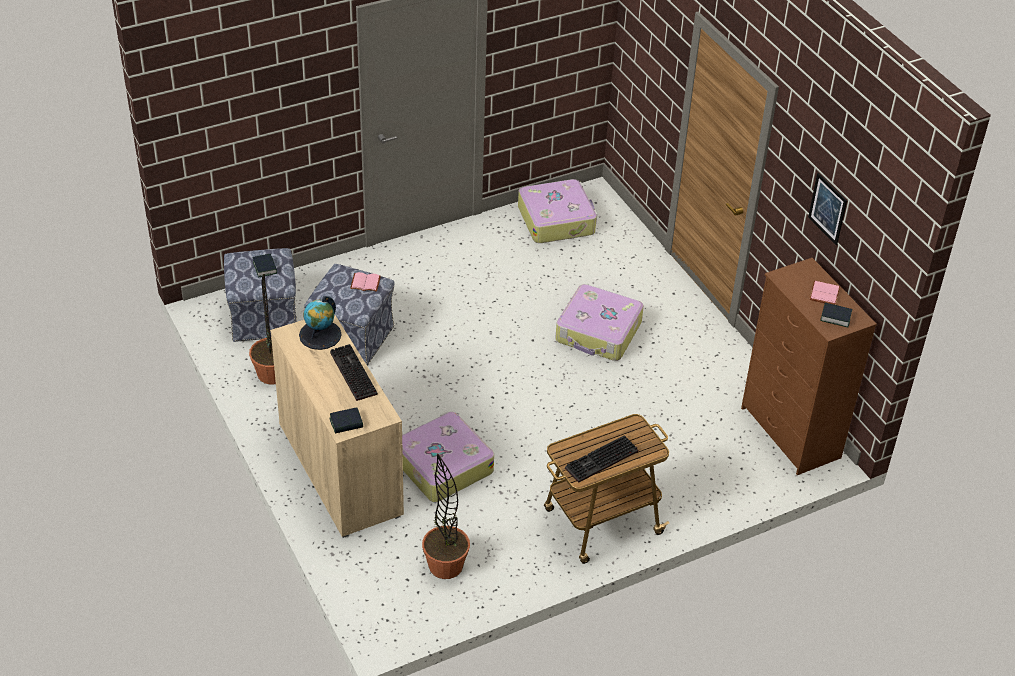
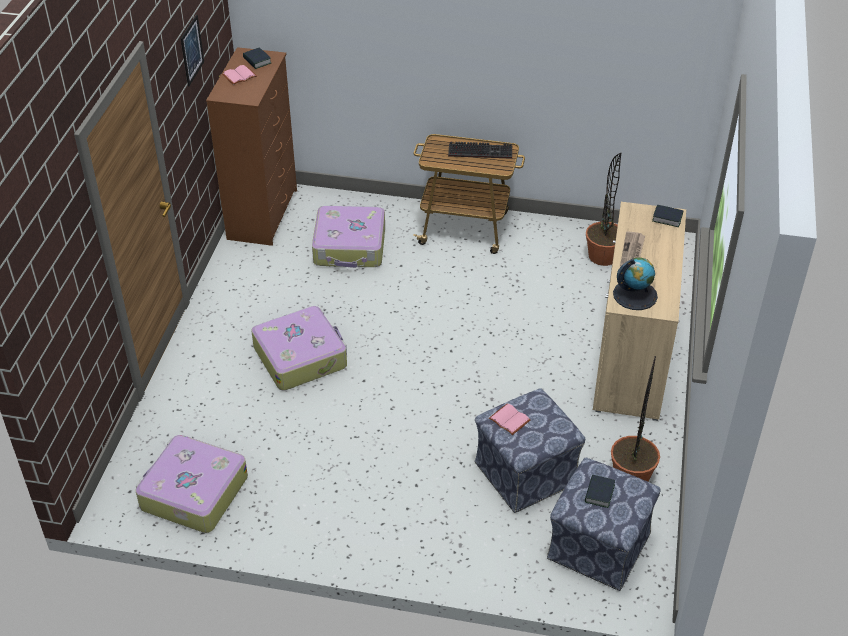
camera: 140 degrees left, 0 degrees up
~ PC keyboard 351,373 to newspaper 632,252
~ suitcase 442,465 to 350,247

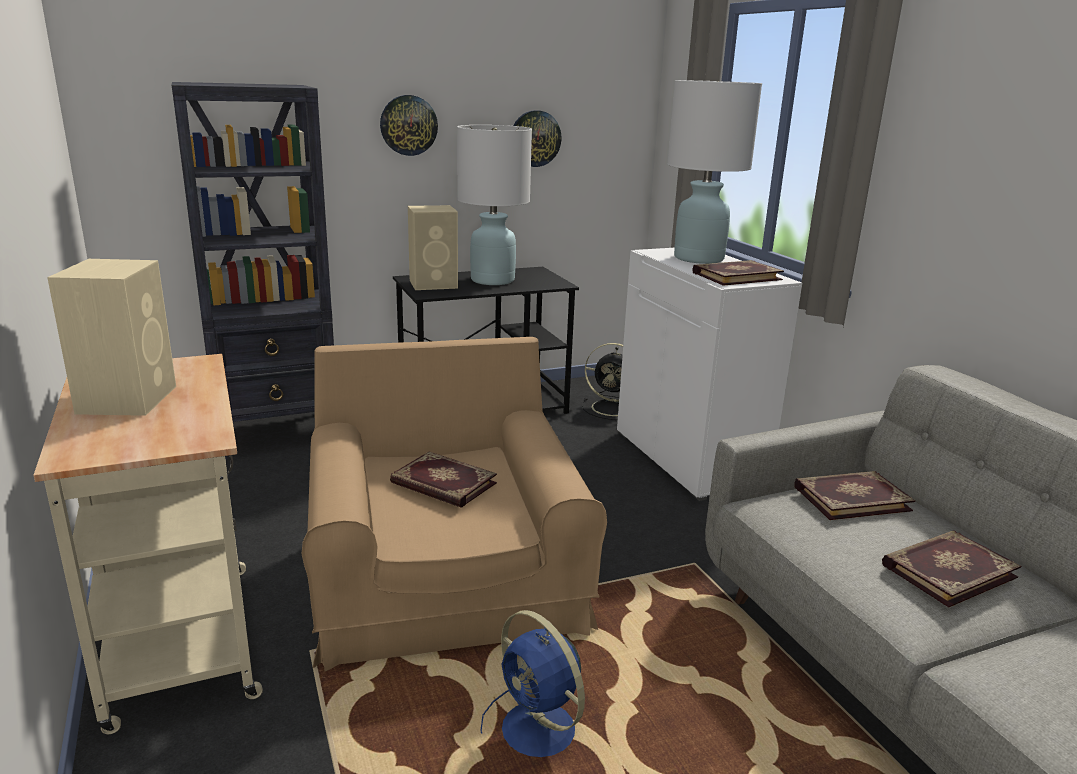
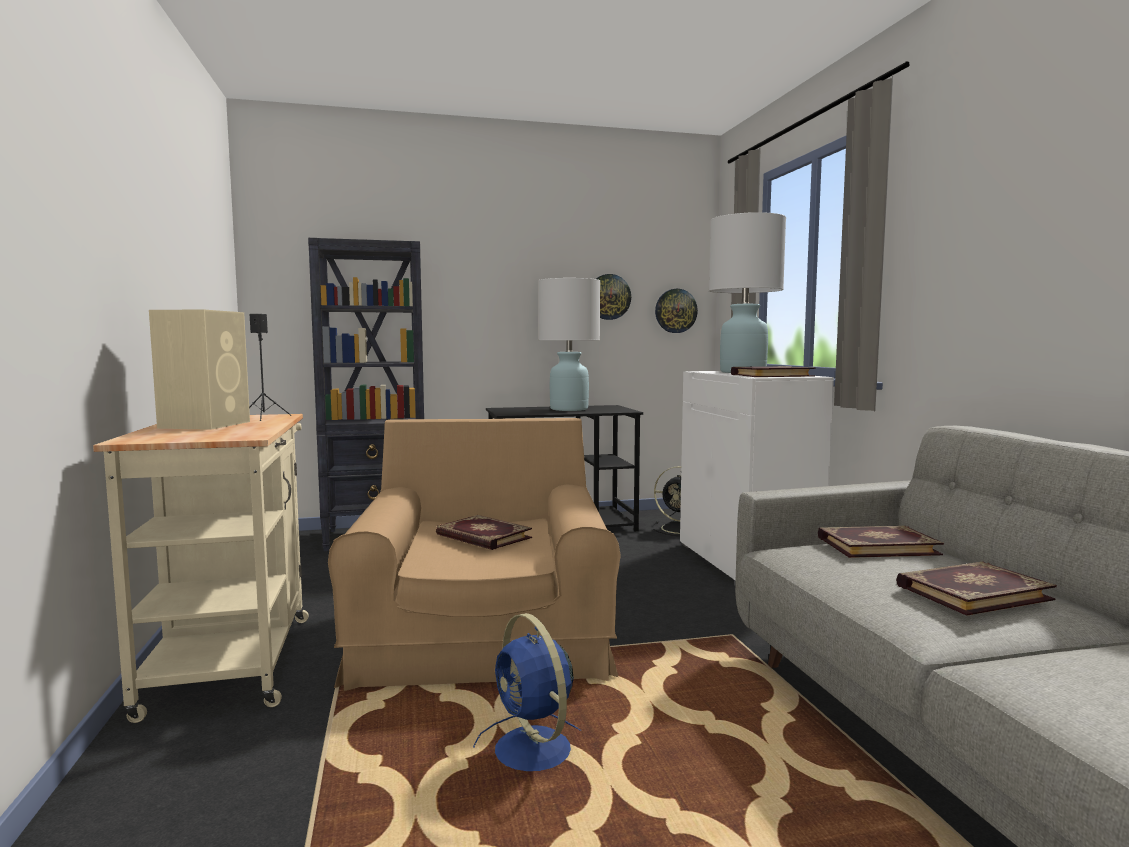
camera: 10 degrees right, 15 degrees down
~ hanging clock 408,125 to 675,311
- beige-coloured speaker 434,284
+ blackish speaker 264,417

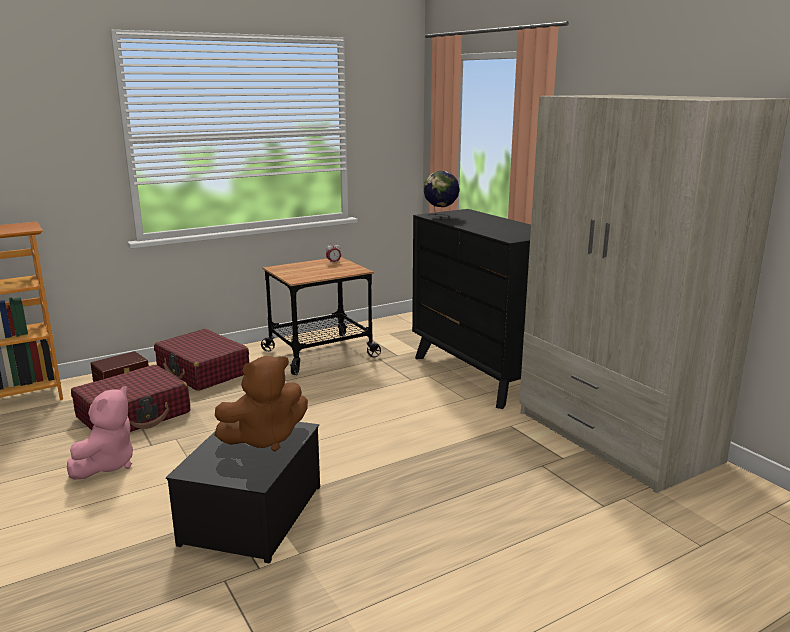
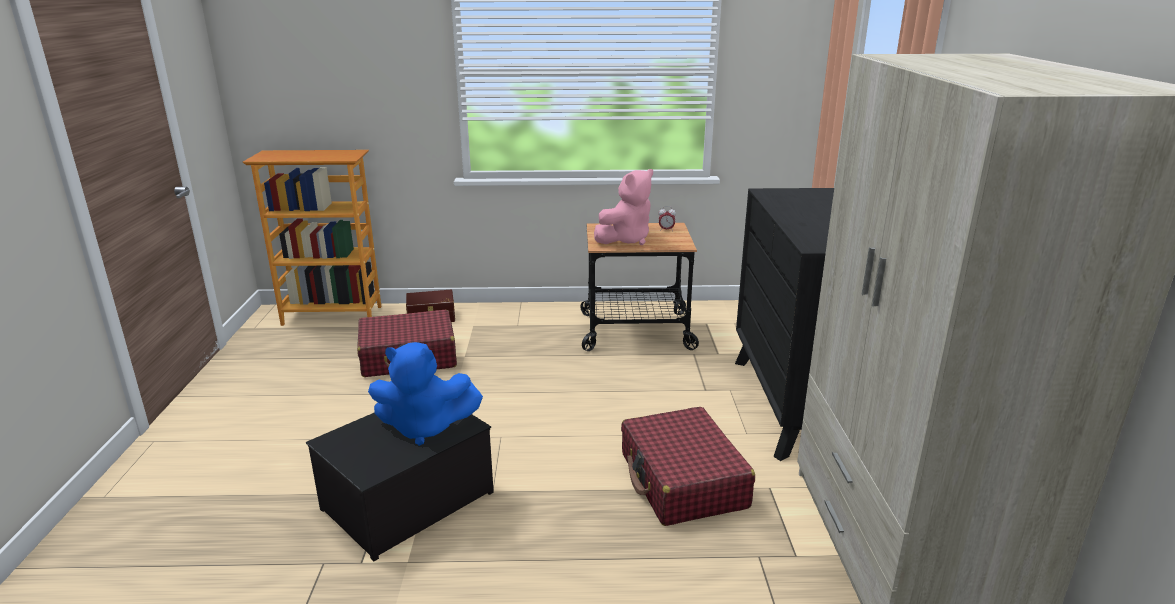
camera: 30 degrees right, 5 degrees up
- globe 440,216
~ reddish suitcase 203,371 to 682,481
~ brown-coloured soft toy 265,439 to blue-coloured soft toy 425,427
~ pink-coloured soft toy 107,465 to 626,240

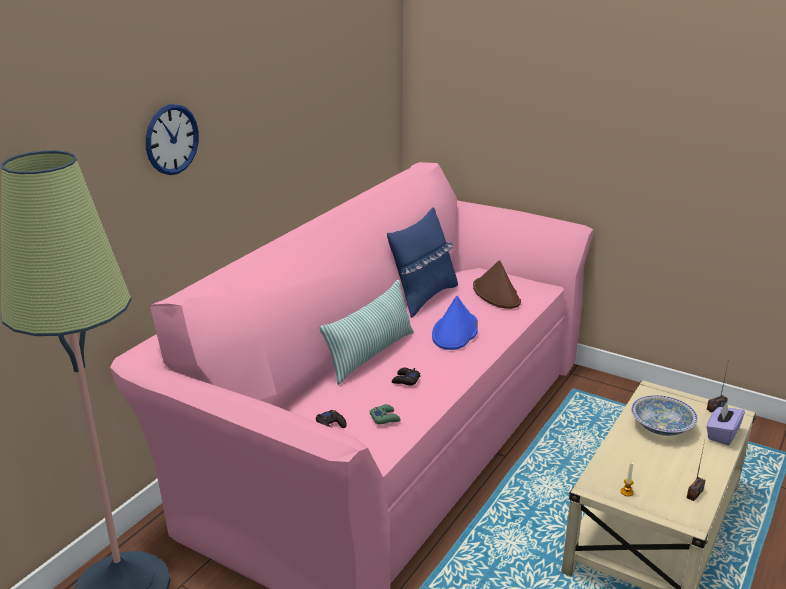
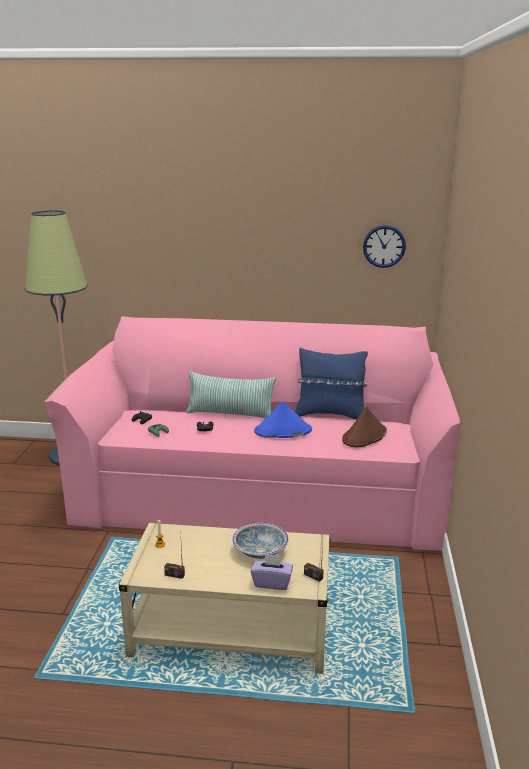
camera: 65 degrees right, 5 degrees down
~ hanging clock 172,139 to 384,246

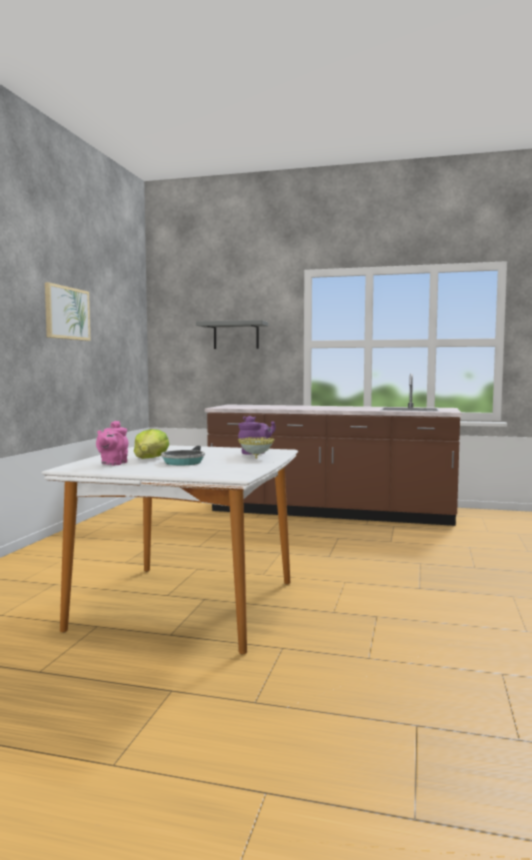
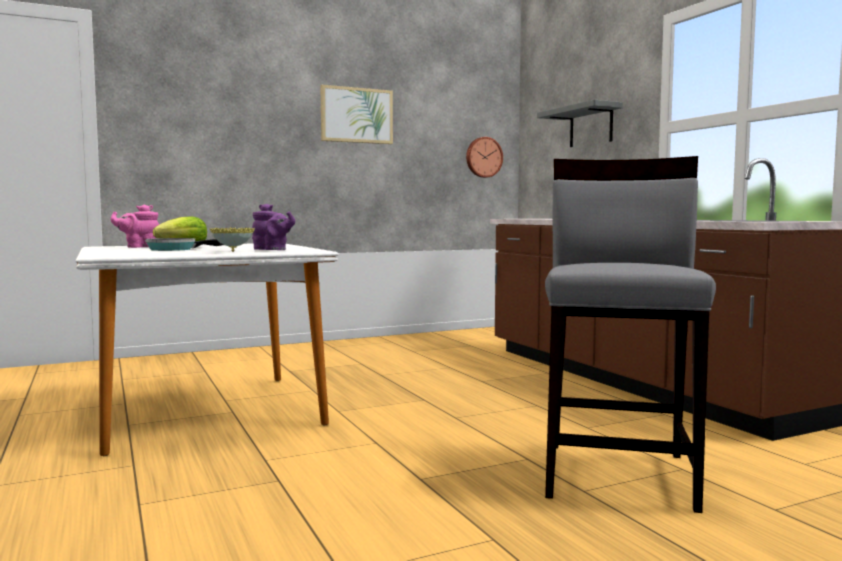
camera: 50 degrees right, 0 degrees up
+ hanging clock 483,157
+ gray stool seat 619,474

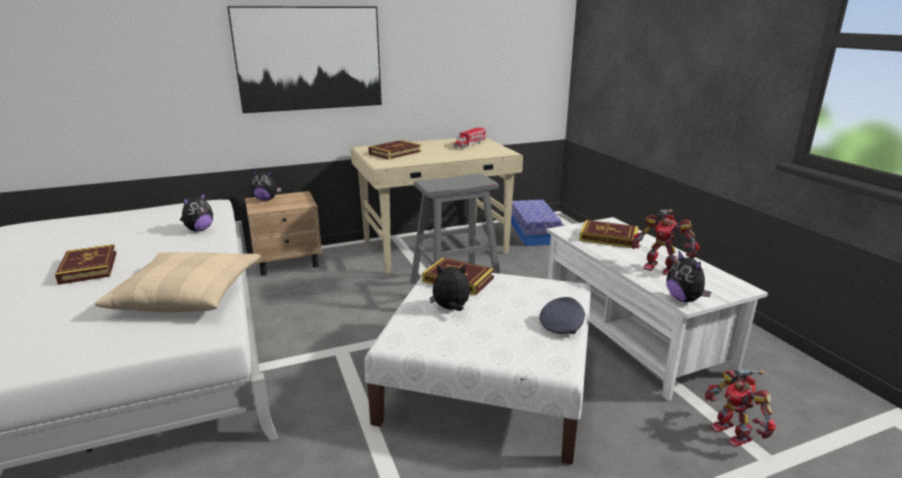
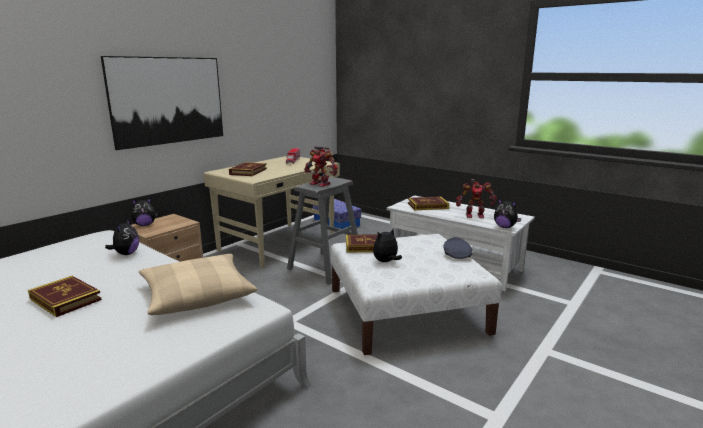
camera: 30 degrees left, 5 degrees down
~ robot figure 732,432 to 321,183

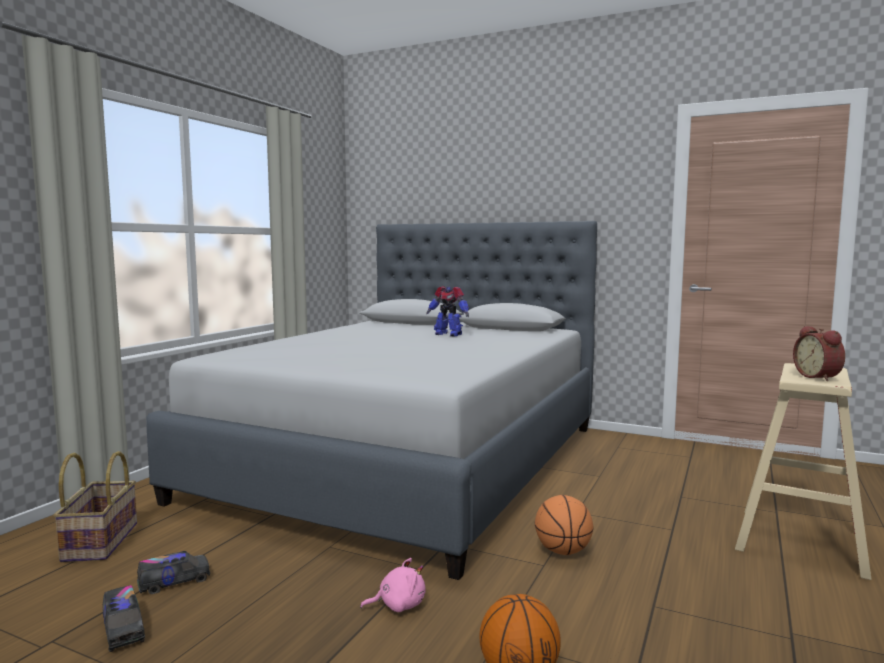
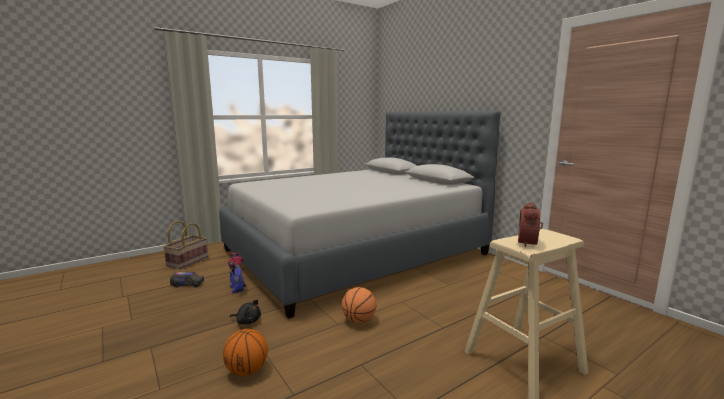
camera: 30 degrees right, 5 degrees up
~ robot figure 448,334 to 237,288
~ pink-coloured soft toy 398,605 to blackish soft toy 247,321
- model truck 123,630

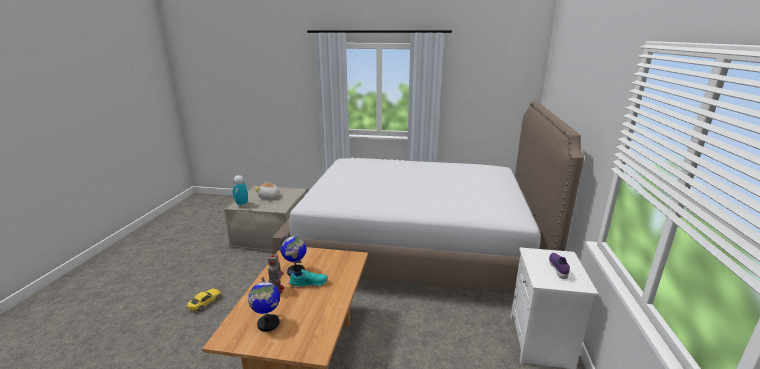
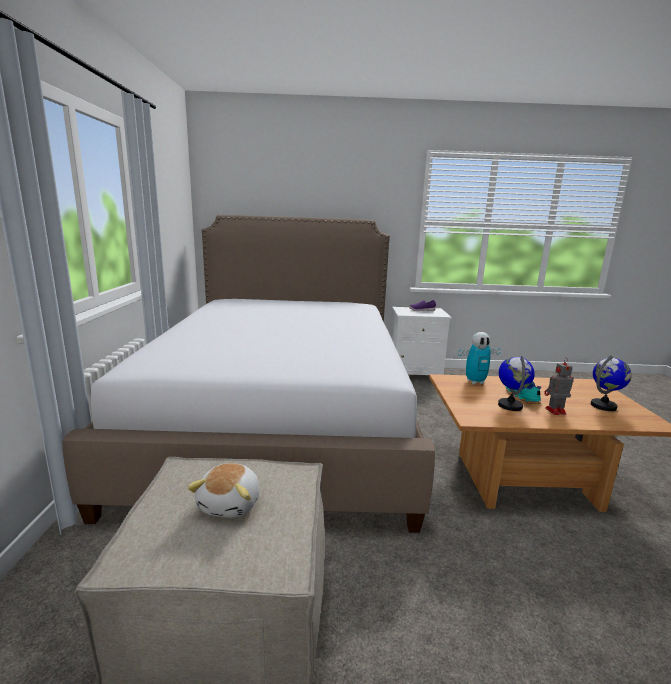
camera: 100 degrees left, 5 degrees down
~ robot figure 242,204 to 475,382
- yellow-coloured toy car 205,302

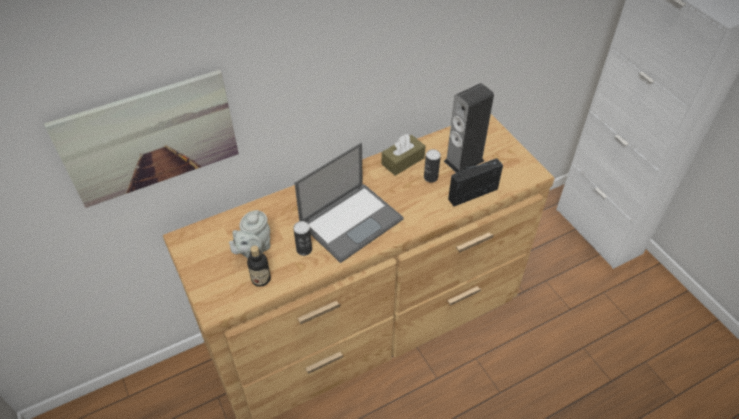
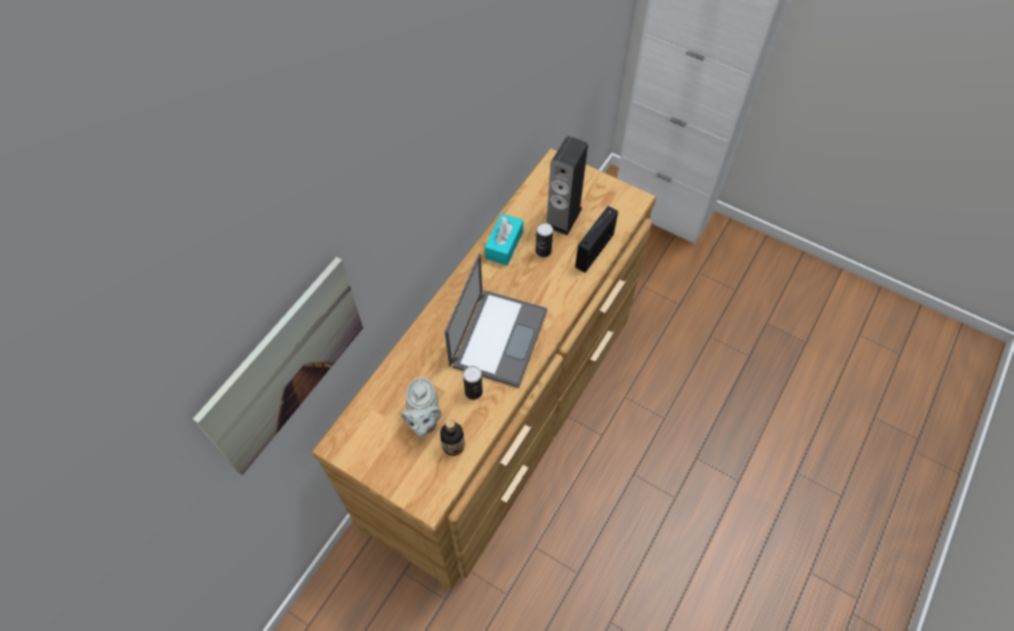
camera: 30 degrees left, 10 degrees up
~ brown-coloured tissue box 403,161 to turquoise tissue box 504,245

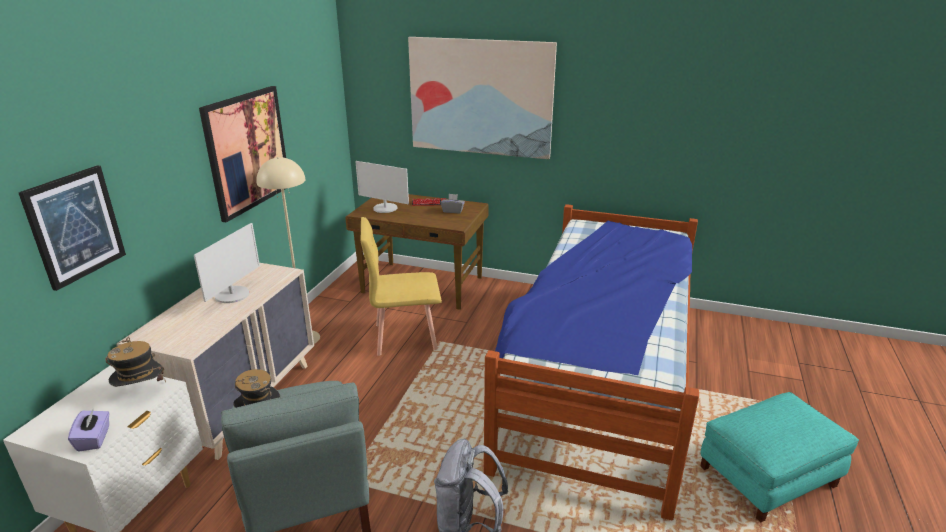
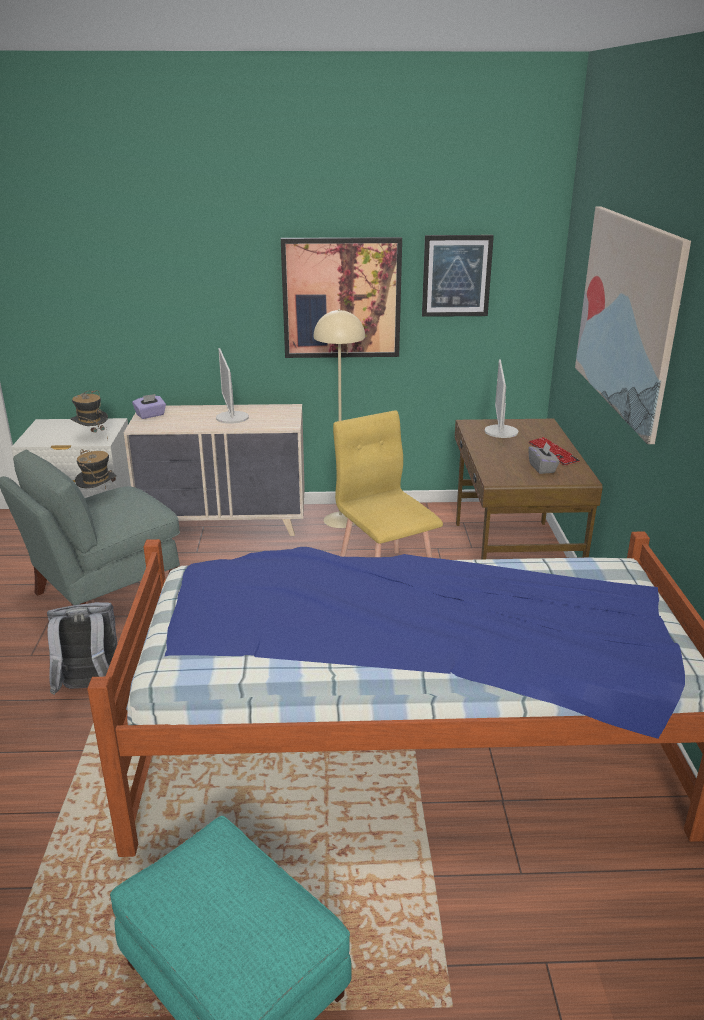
camera: 70 degrees right, 0 degrees up
~ picture 75,226 to 456,276
~ computer display 232,295 = 231,418 75 degrees clockwise
~ purple-coloured tissue box 94,439 to 150,415

